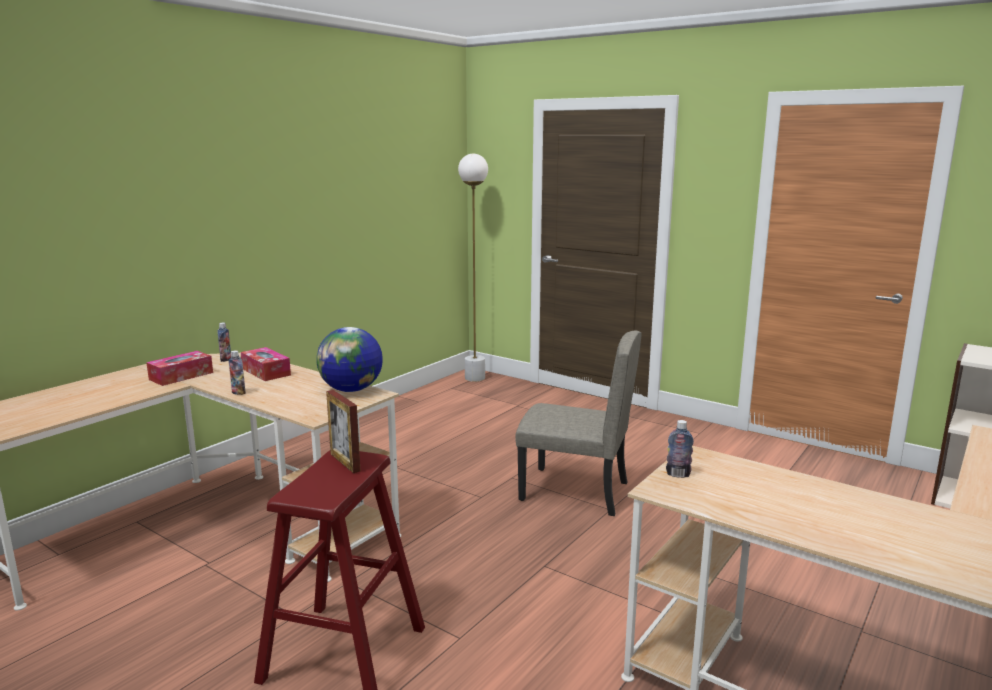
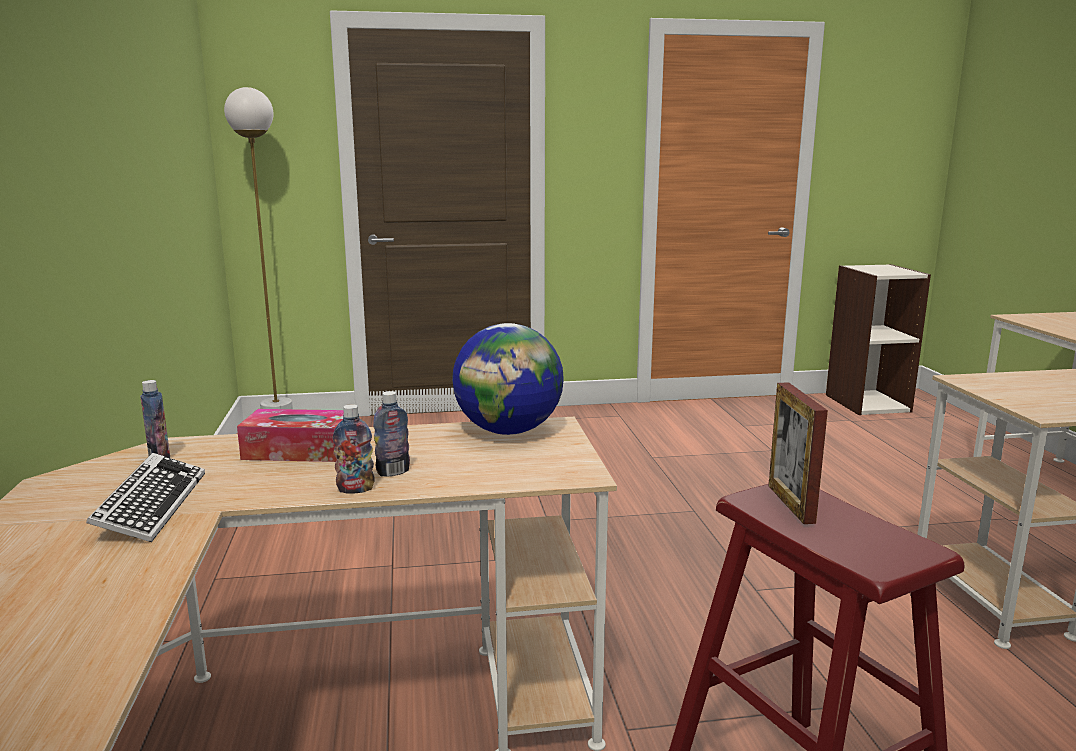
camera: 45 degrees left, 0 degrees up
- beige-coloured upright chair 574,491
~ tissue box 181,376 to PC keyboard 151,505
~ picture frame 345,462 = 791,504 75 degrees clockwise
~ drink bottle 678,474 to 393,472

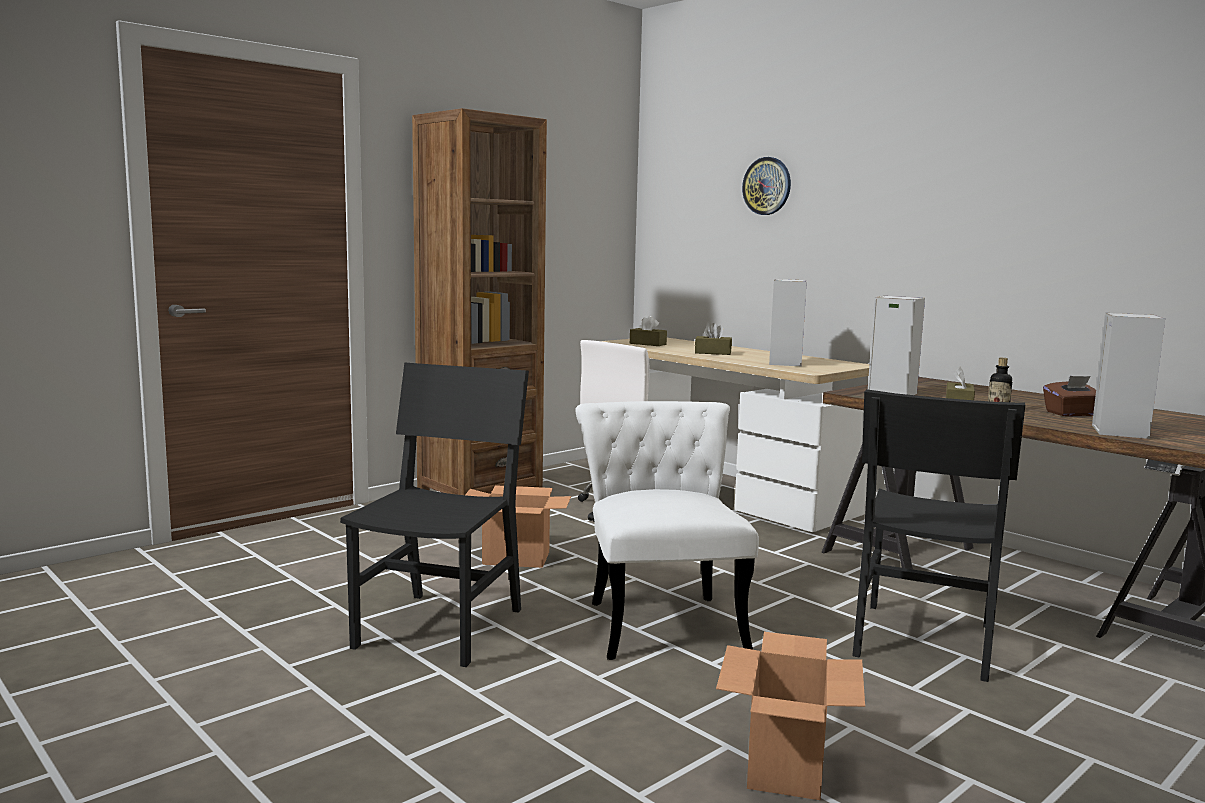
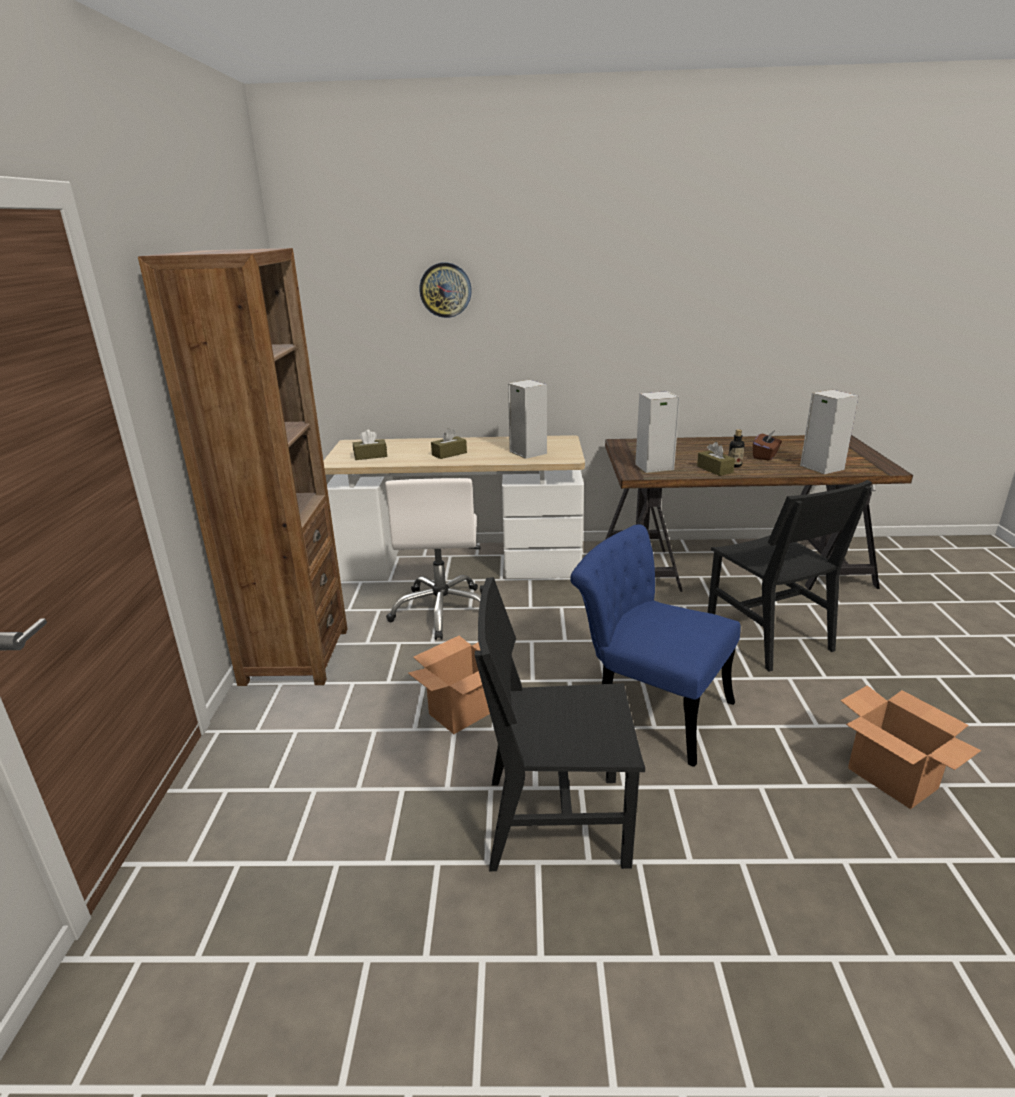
camera: 45 degrees left, 15 degrees up
~ blackish upright chair 440,628 = 556,821 60 degrees counterclockwise
~ whitish upright chair 661,619 to blue-coloured upright chair 648,708

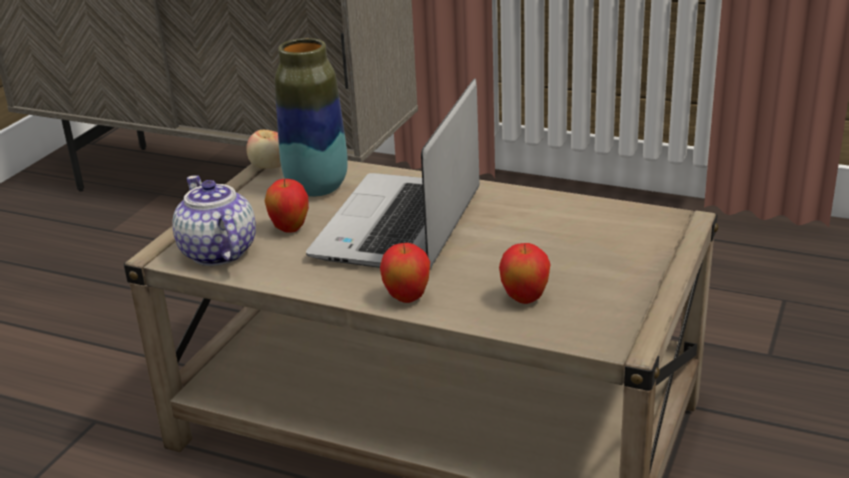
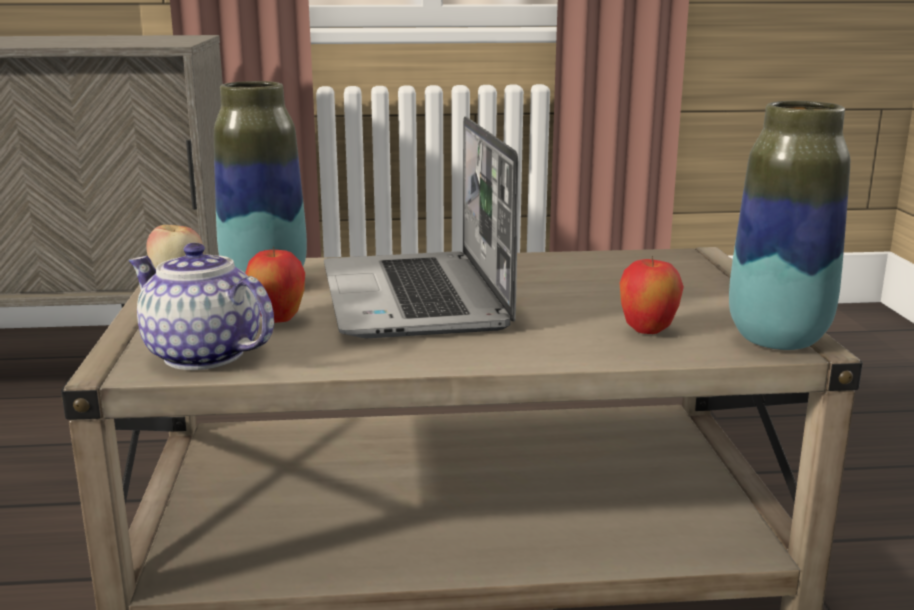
camera: 30 degrees left, 10 degrees down
- apple 407,299
+ decorative vase 777,339

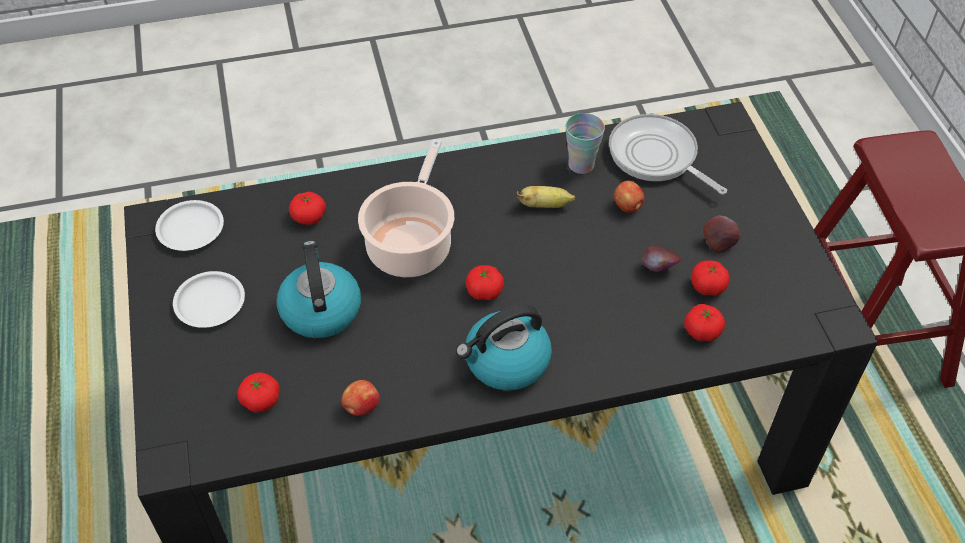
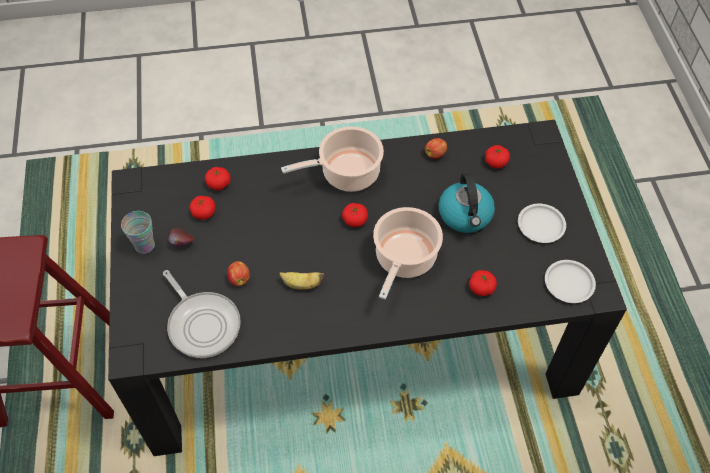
camera: 175 degrees left, 5 degrees up
~ drinking cup 581,165 to 145,246
- apple 658,269
~ tea kettle 506,362 to stockpot 346,173

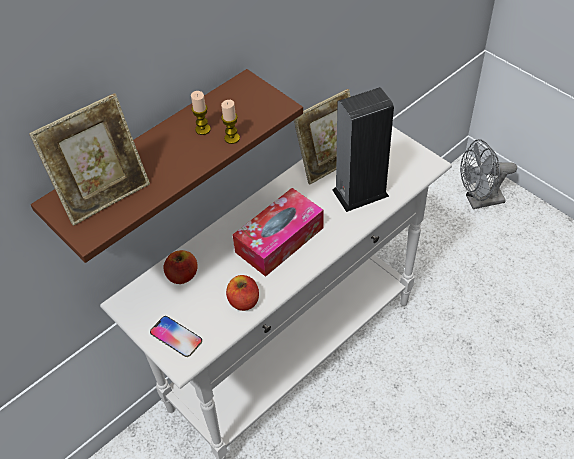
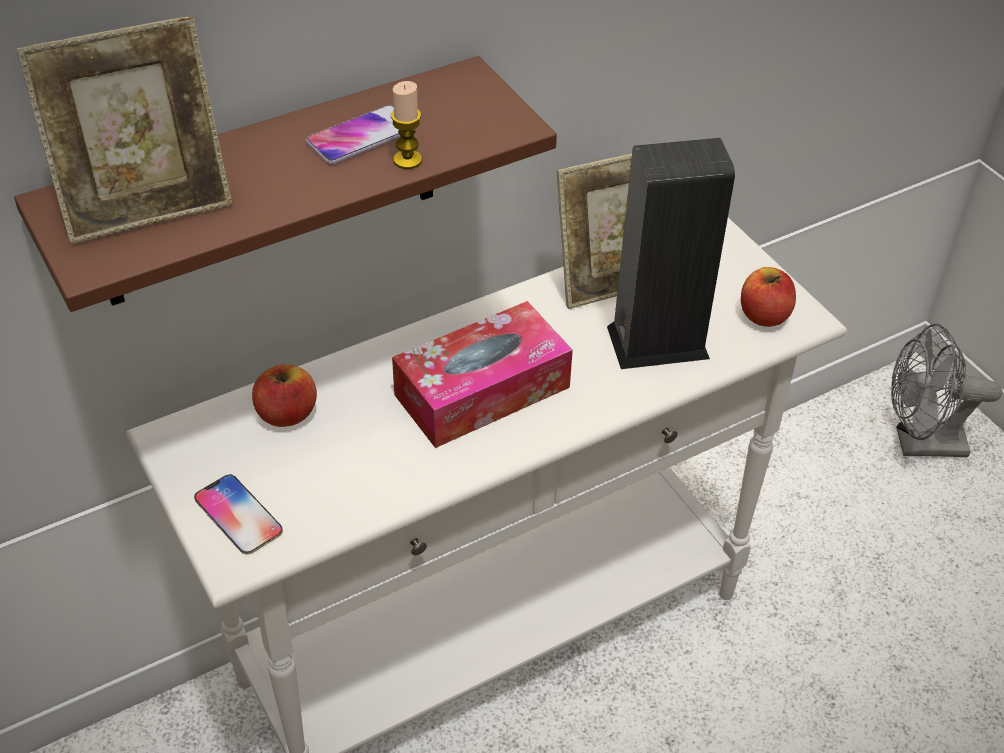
camera: 10 degrees right, 5 degrees down
~ wax light 203,129 to phone 361,136
~ apple 243,301 to 764,315

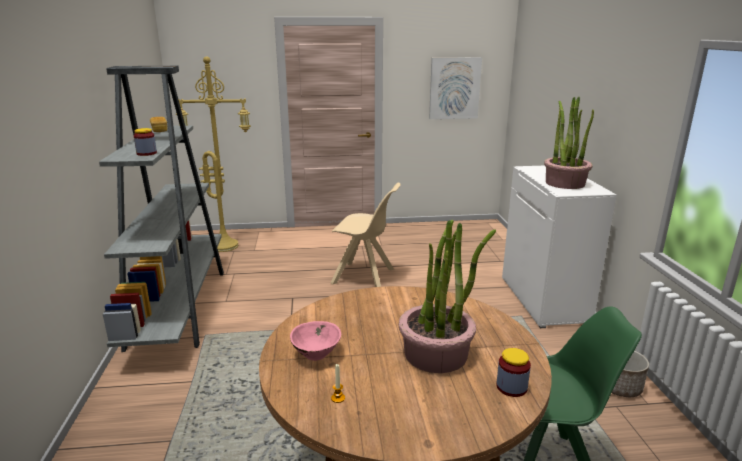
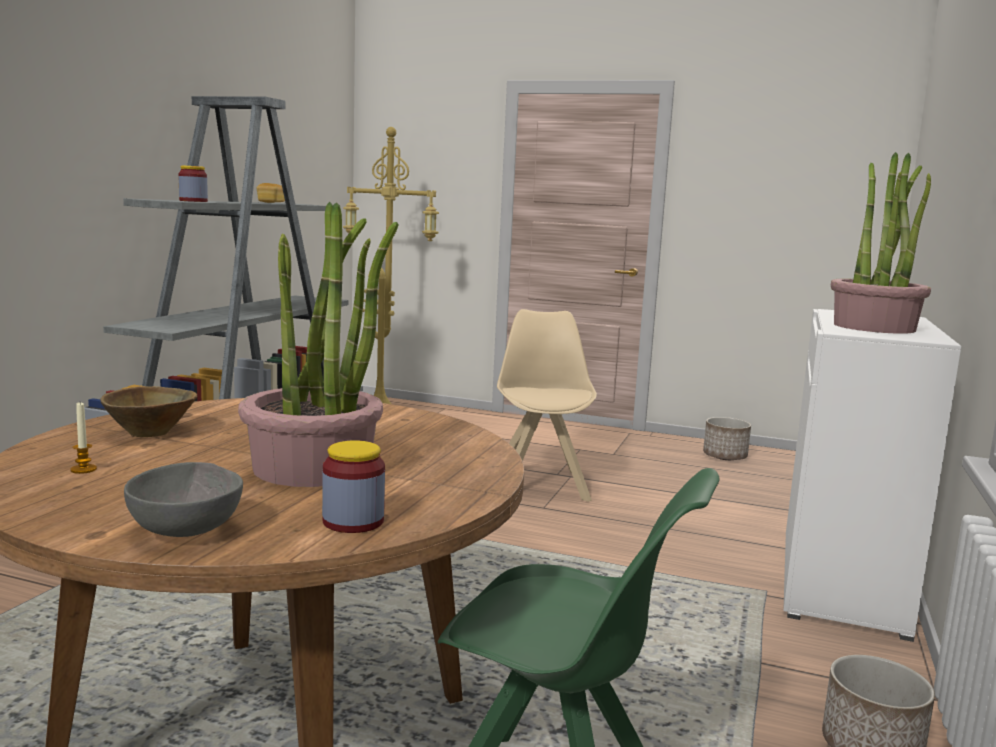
camera: 25 degrees right, 10 degrees down
- picture 454,88
~ beige-coloured upright chair 365,277 = 540,484 135 degrees counterclockwise
~ pink-coloured deep dish 316,354 to brown-coloured deep dish 150,433
+ plant pot 724,456
+ gray deep dish 188,530

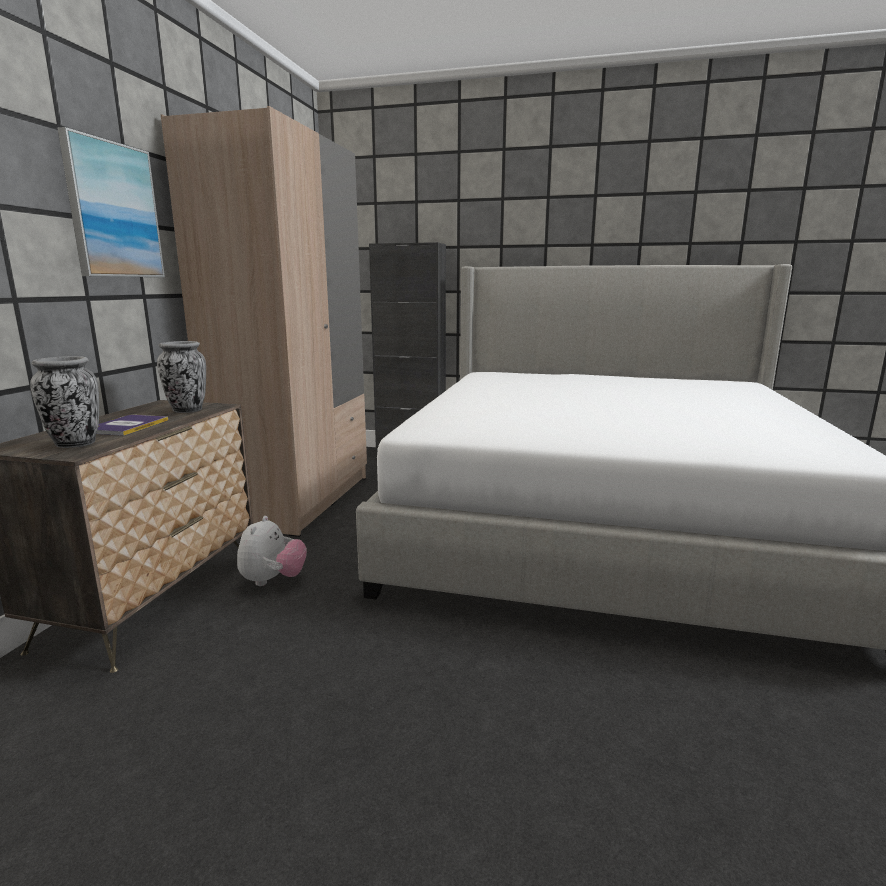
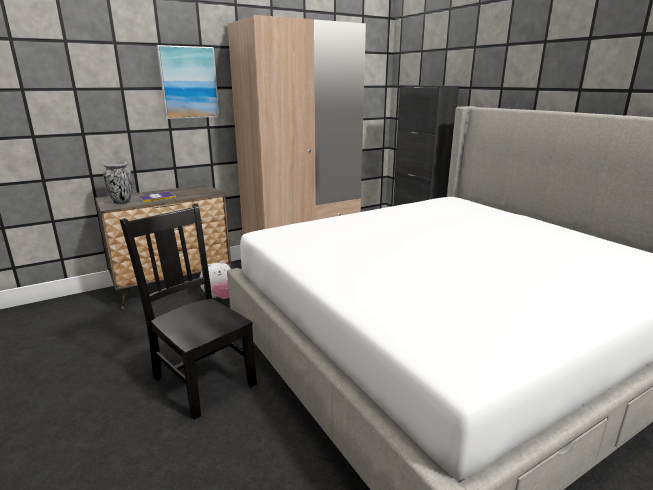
camera: 45 degrees right, 5 degrees up
- decorative vase 187,410
+ blackish upright chair 202,379

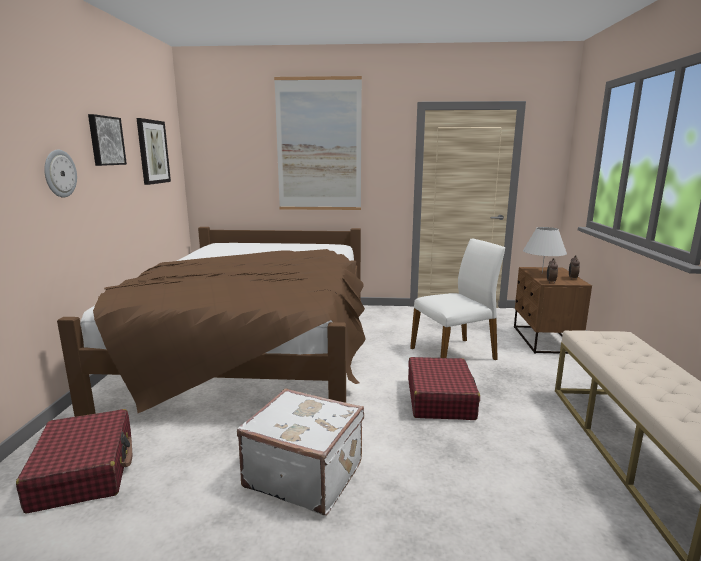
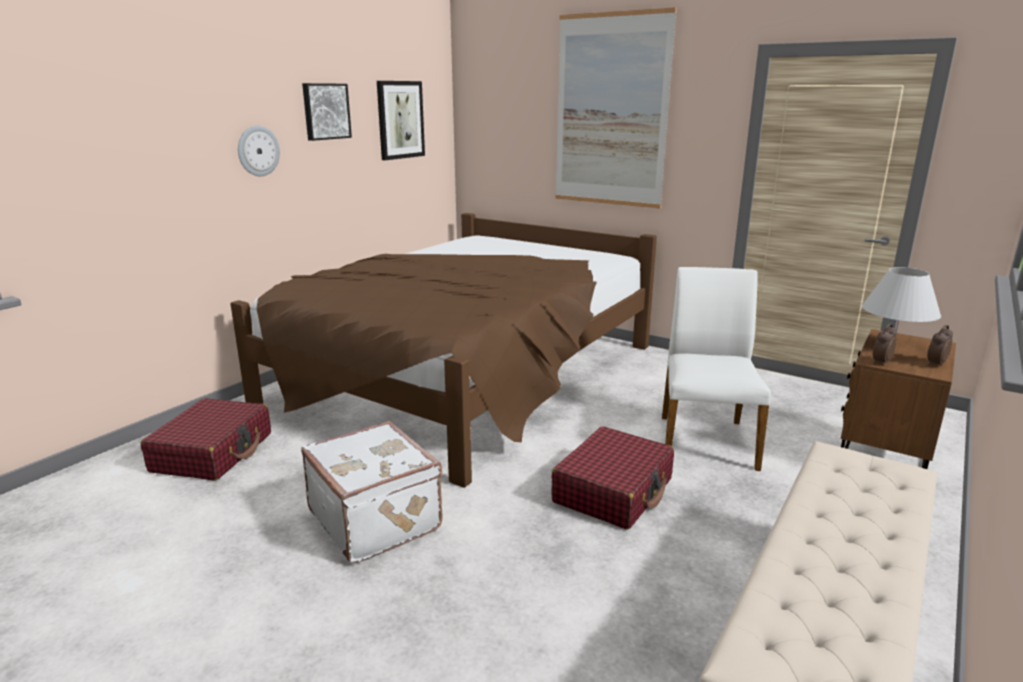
camera: 30 degrees right, 5 degrees up
~ whitish upright chair 454,354 = 705,441 90 degrees counterclockwise

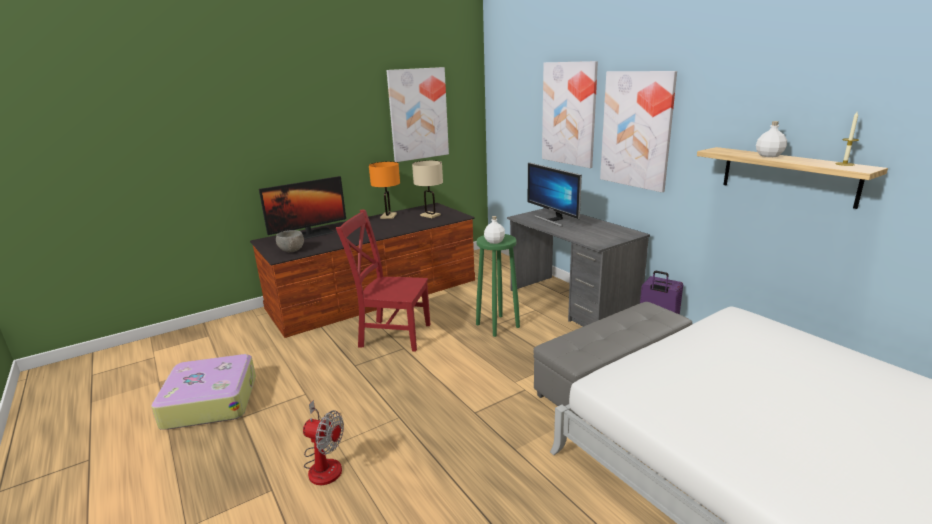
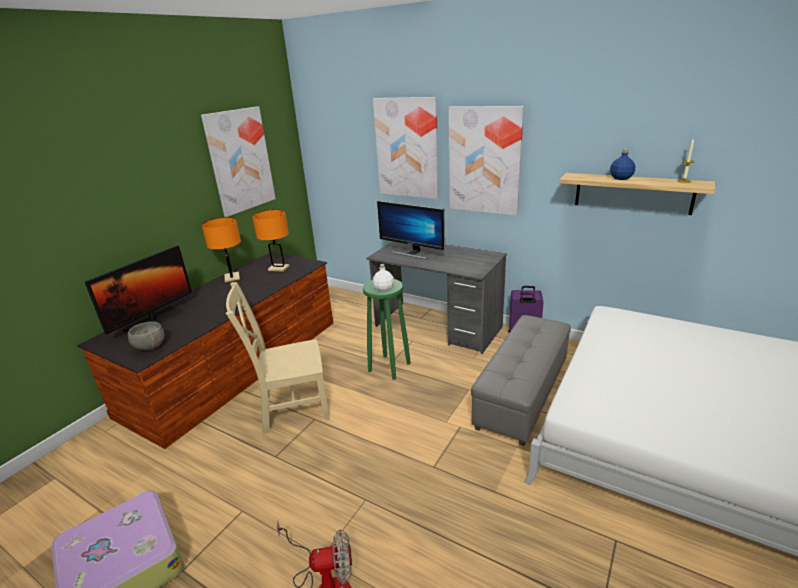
camera: 25 degrees left, 5 degrees up
~ whitish drink bottle 769,156 to blue-coloured drink bottle 621,178
~ beige-coloured table lamp 430,215 to orange-coloured table lamp 278,268
~ reddish upright chair 392,335 to beige-coloured upright chair 291,407

